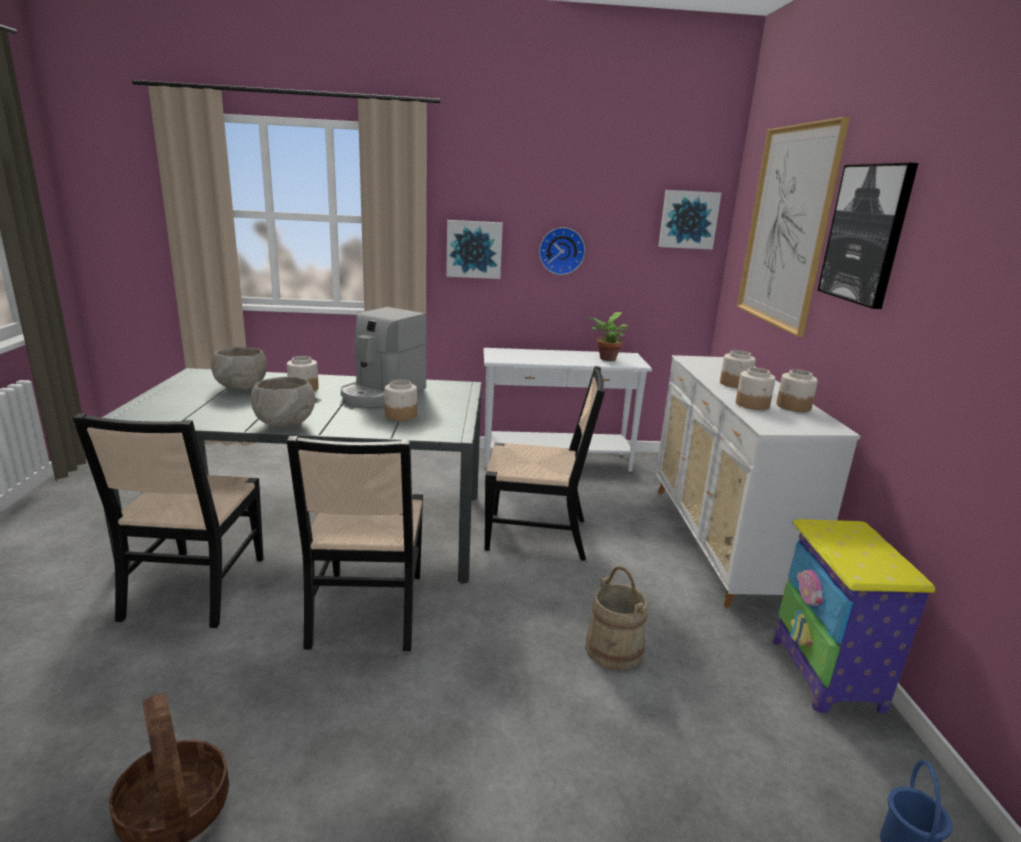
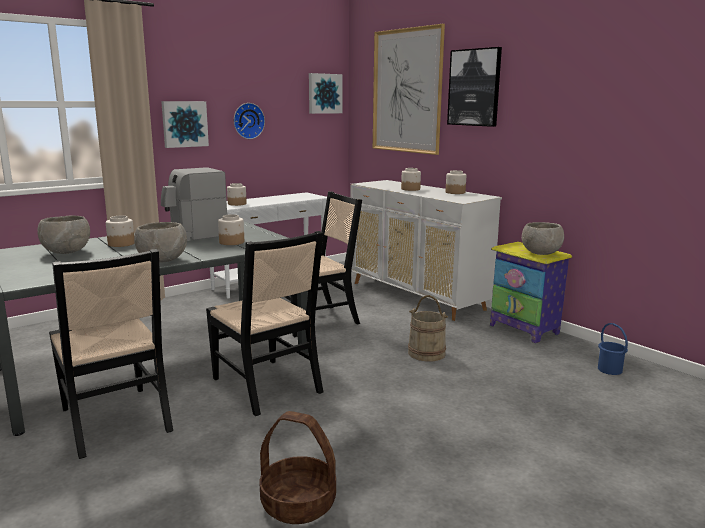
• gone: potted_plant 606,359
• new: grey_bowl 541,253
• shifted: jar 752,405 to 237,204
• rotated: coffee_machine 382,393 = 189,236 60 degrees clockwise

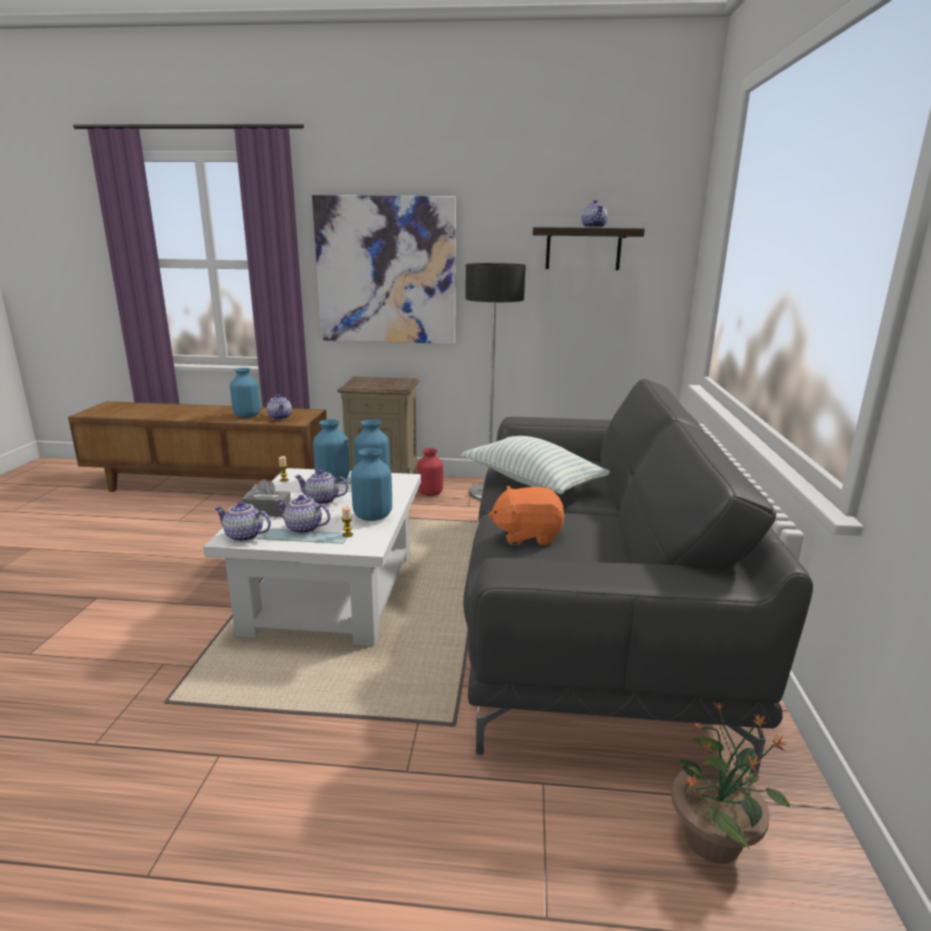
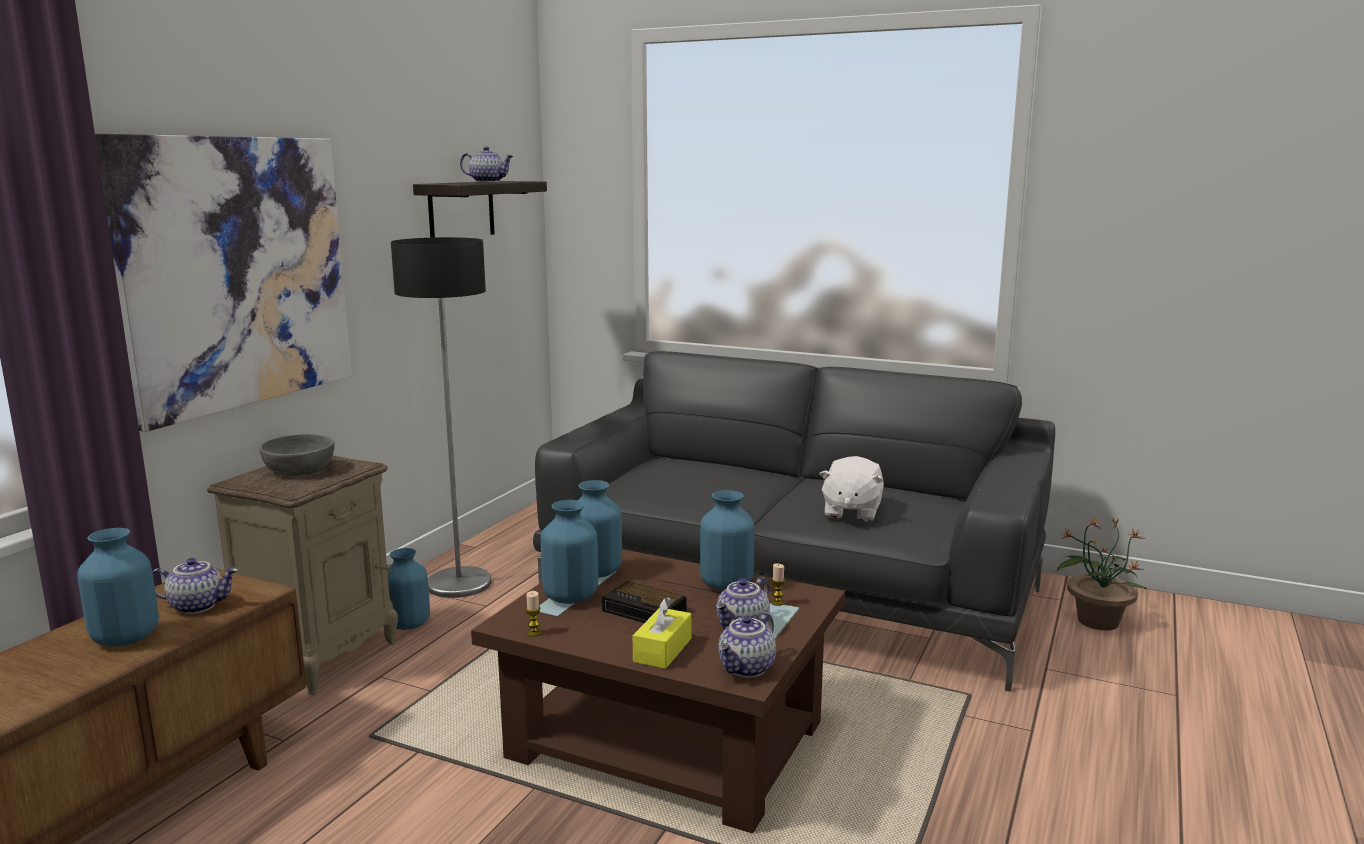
• gone: pillow 532,482
• new: grey_bowl 300,470
• swapped: teapot 321,500 to alarm_clock 646,611
• repainted: white_coffee_table 332,592 to brown_coffee_table 668,741
• repainted: grey_tissue_box 267,511 to yellow_tissue_box 662,650
• repainted: red_vase 430,493 to blue_vase 408,624
• repainted: orange_plush_toy 527,535 to white_plush_toy 851,512

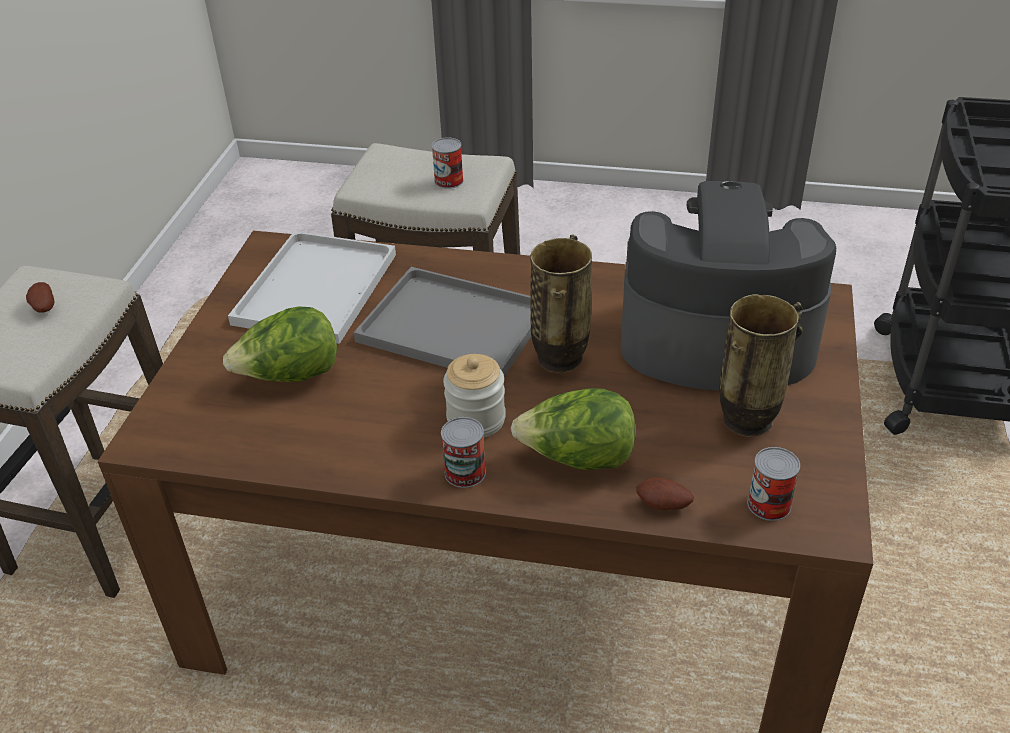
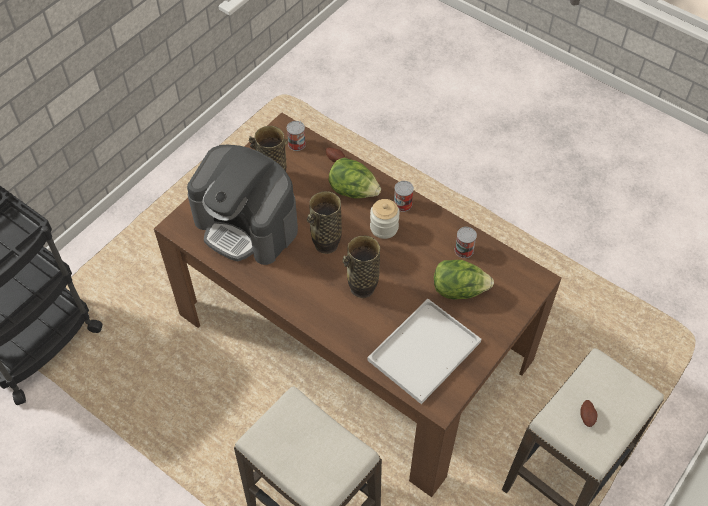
• shifted: can 449,181 to 464,250
• swapped: grey_tray 457,325 to vase 362,288

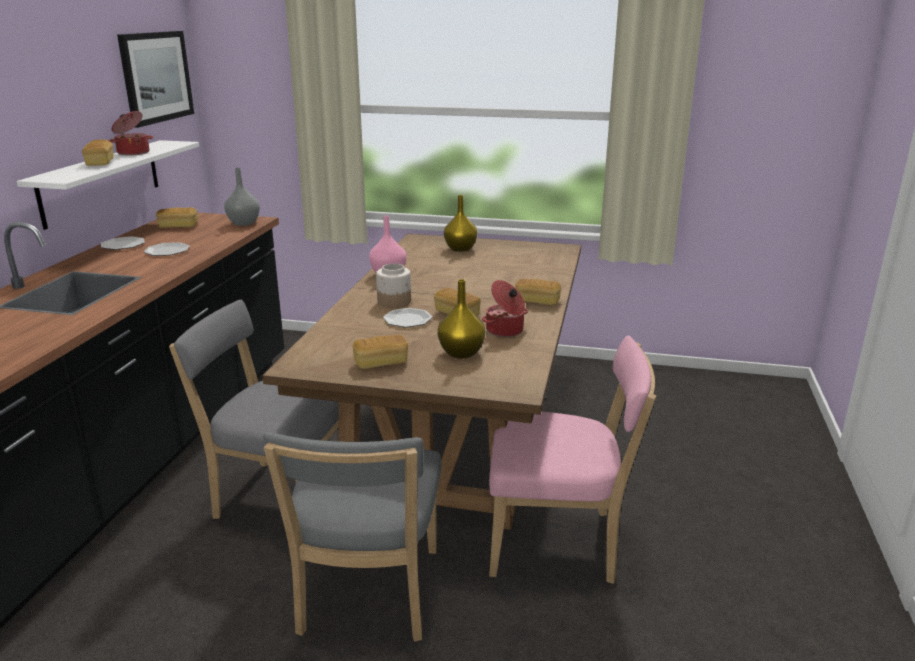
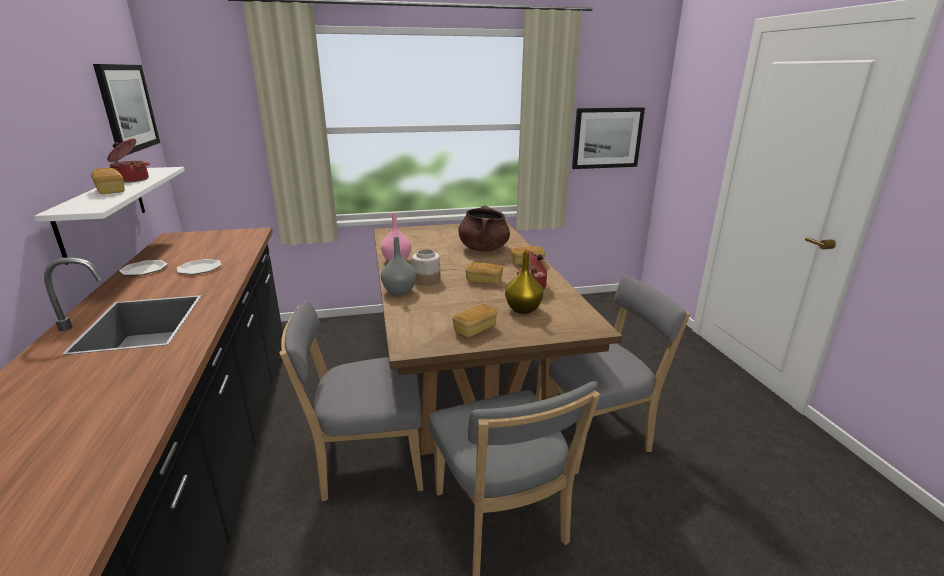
• gone: bread 178,226
• gone: plate 408,320
• gone: yellow_vase 459,249
• new: brown_cooking_pot 483,248
• new: picture 607,138
• shifted: grey_vase 244,223 to 400,291
• repainted: pink_chair 559,544 to grey_chair 596,435

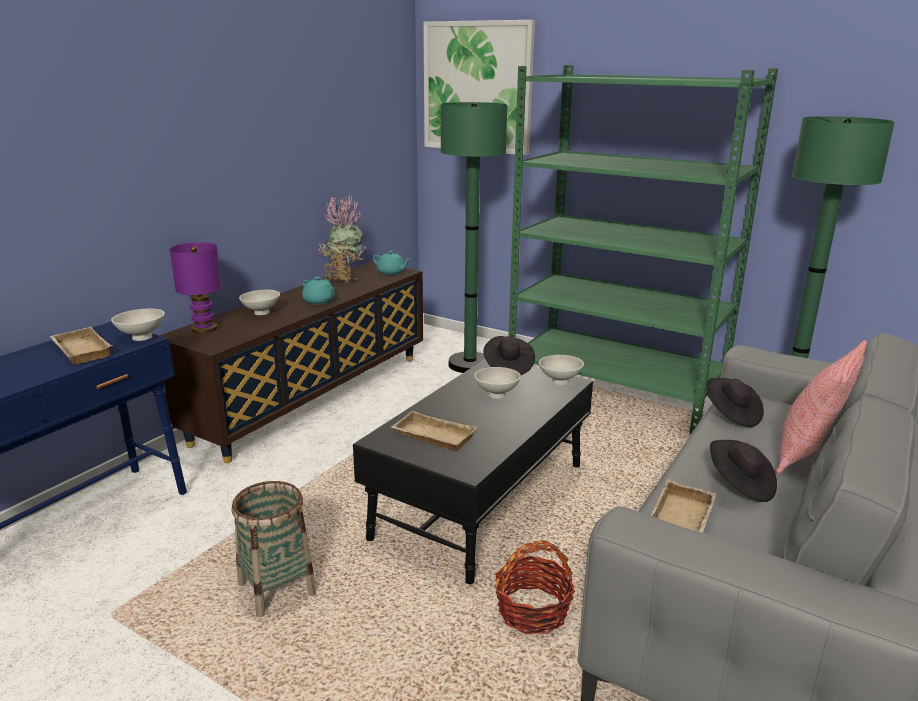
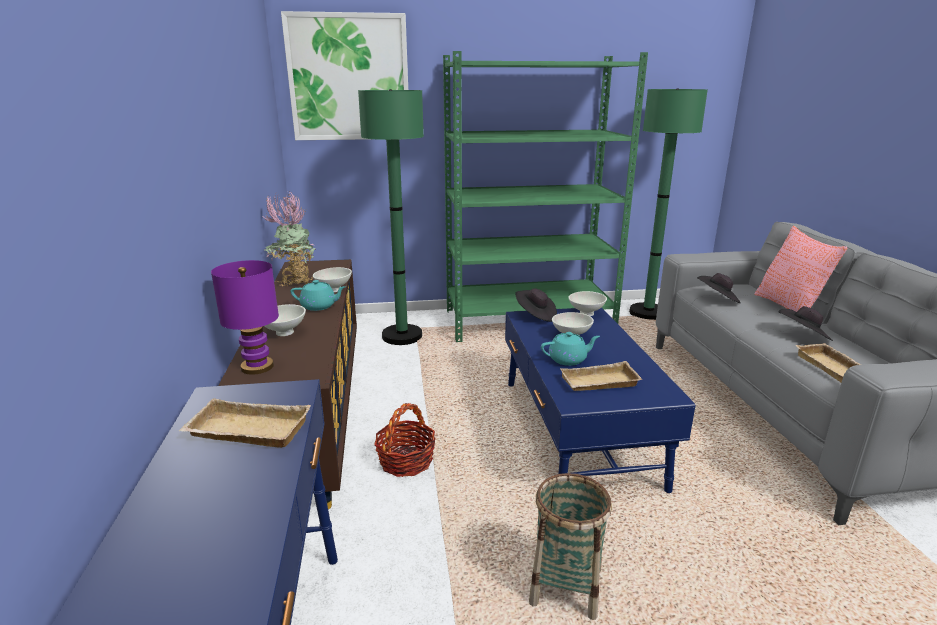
• shifted: white_bowl 140,338 to 333,290
• shifted: turquoise_teapot 391,272 to 568,359
• shifted: basket 532,611 to 406,461
• repainted: black_coffee_table 481,501 to blue_coffee_table 578,432

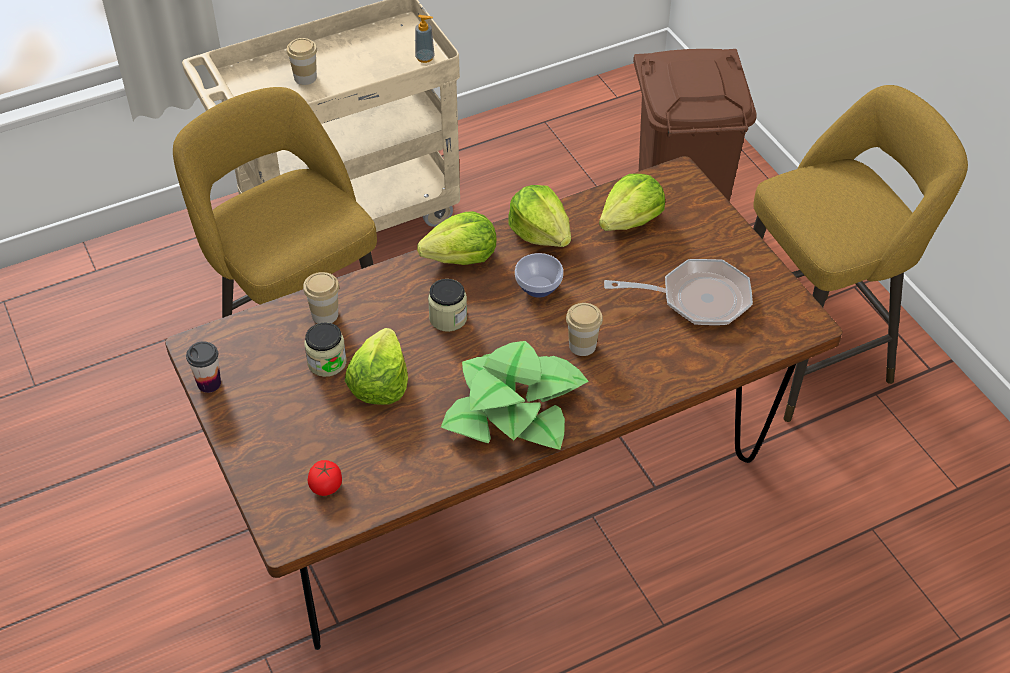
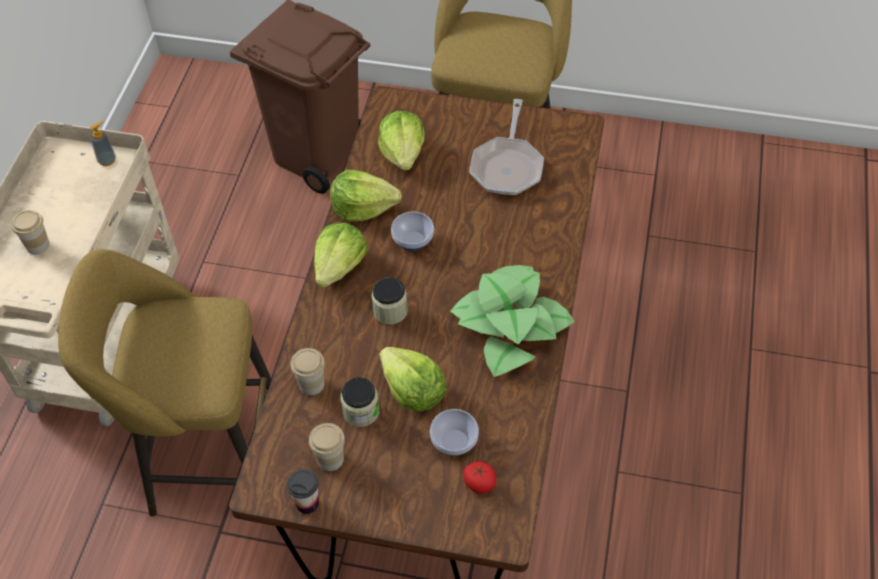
• new: bowl 455,442
• shifted: cup 582,345 to 330,459
• rotated: frying_pan 697,299 = 507,166 150 degrees clockwise

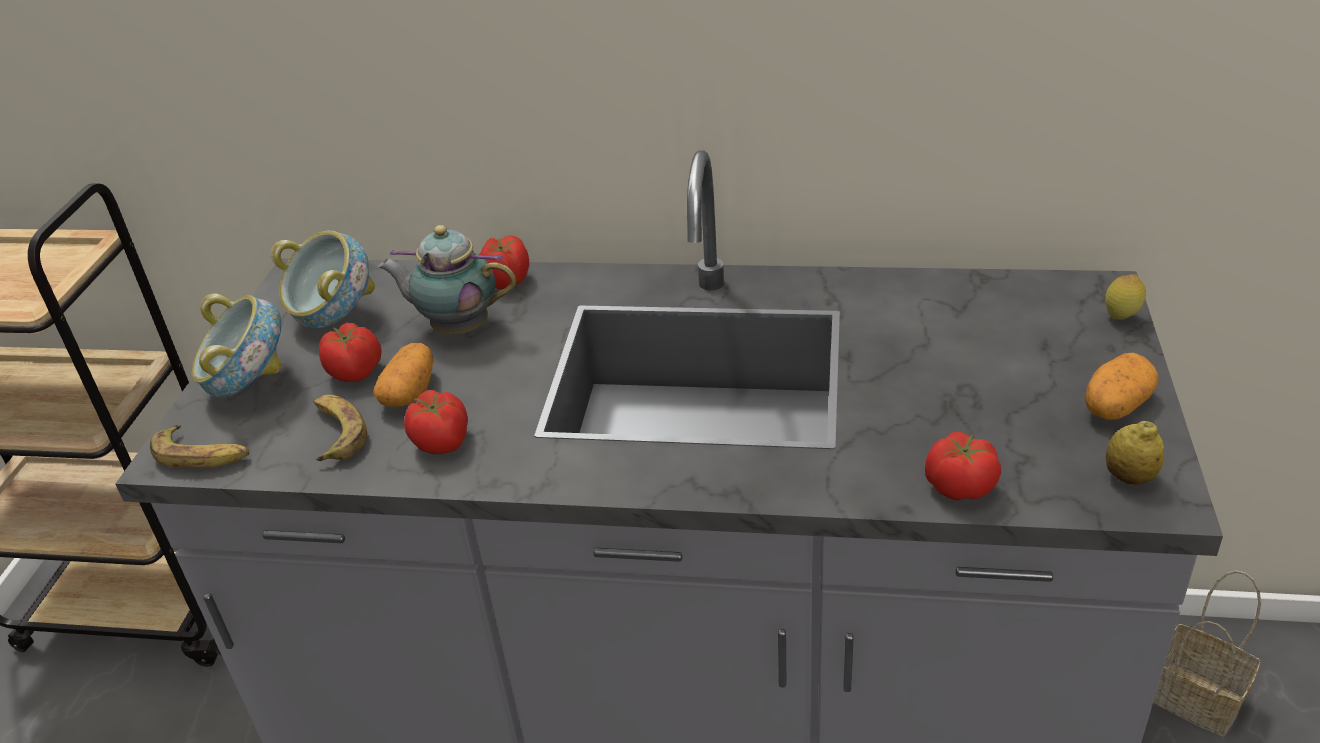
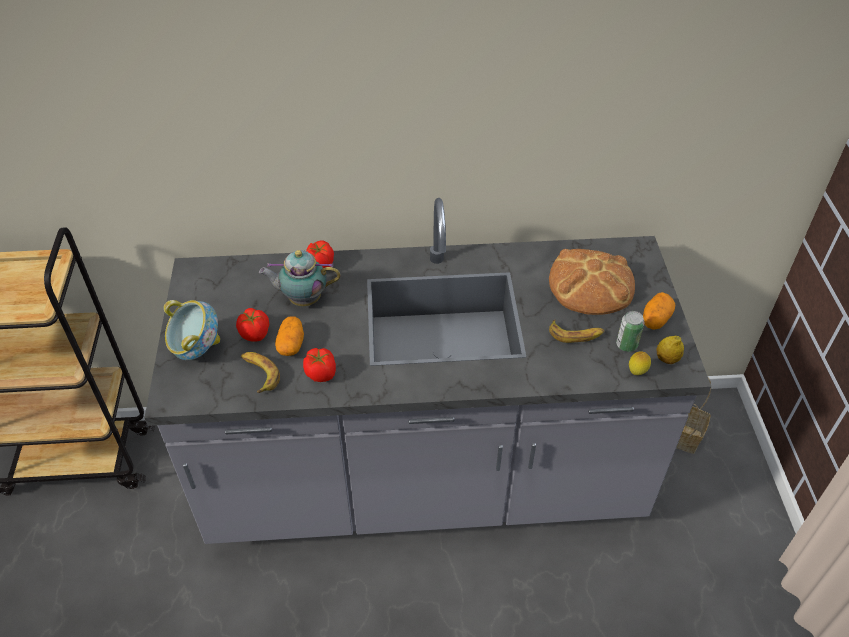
• gone: bowl 334,319
• gone: tomato 960,488
• new: bread 590,284
• new: can 626,345
• shifted: banana 202,455 to 576,334
• shifted: lemon 1120,318 to 637,372

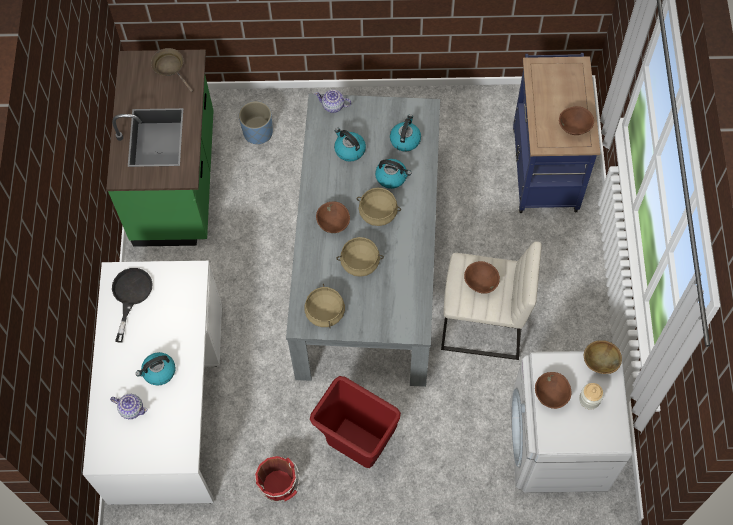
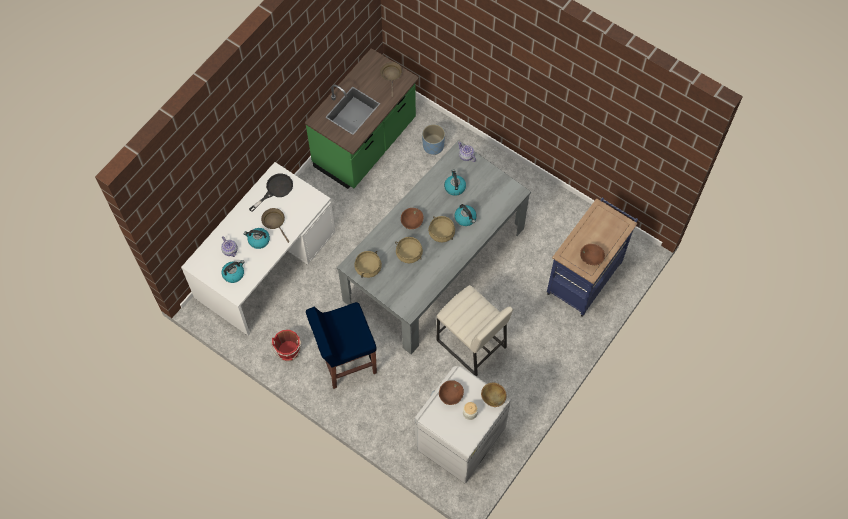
• gone: brown_bowl 480,283
• new: brown_frying_pan 275,222
• shifted: kettle 405,139 to 233,273
• swapped: red_trash_can 356,447 to blue_stool 346,360

